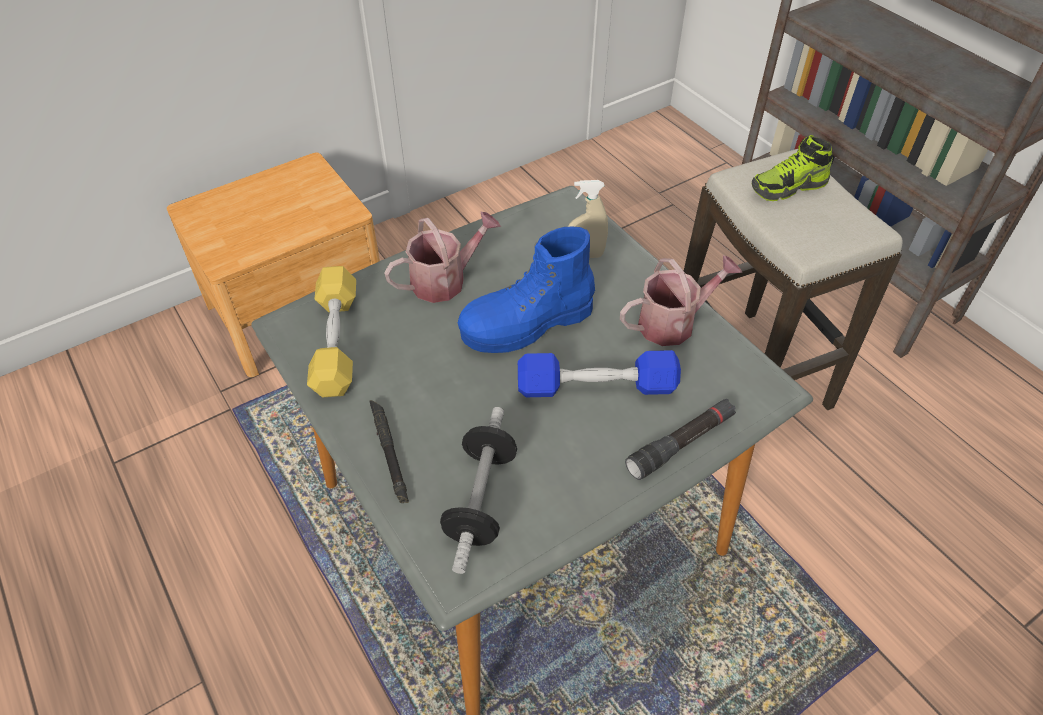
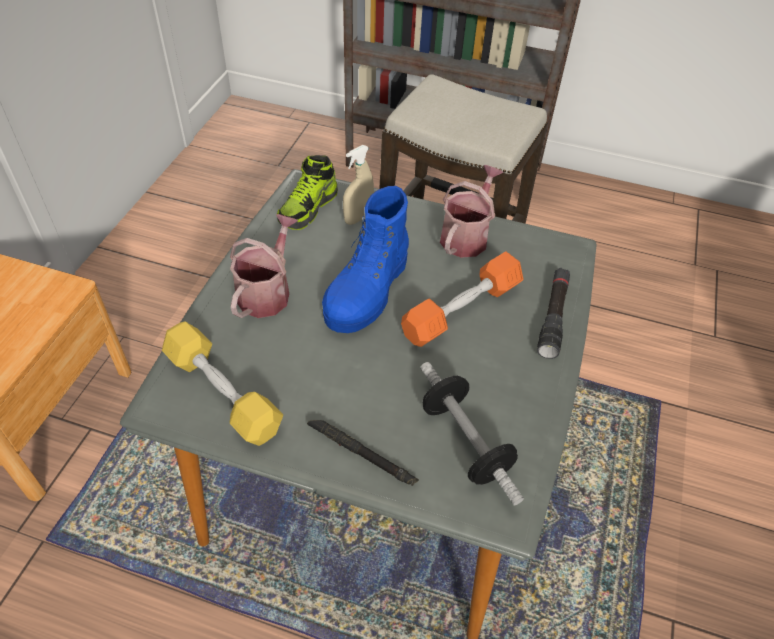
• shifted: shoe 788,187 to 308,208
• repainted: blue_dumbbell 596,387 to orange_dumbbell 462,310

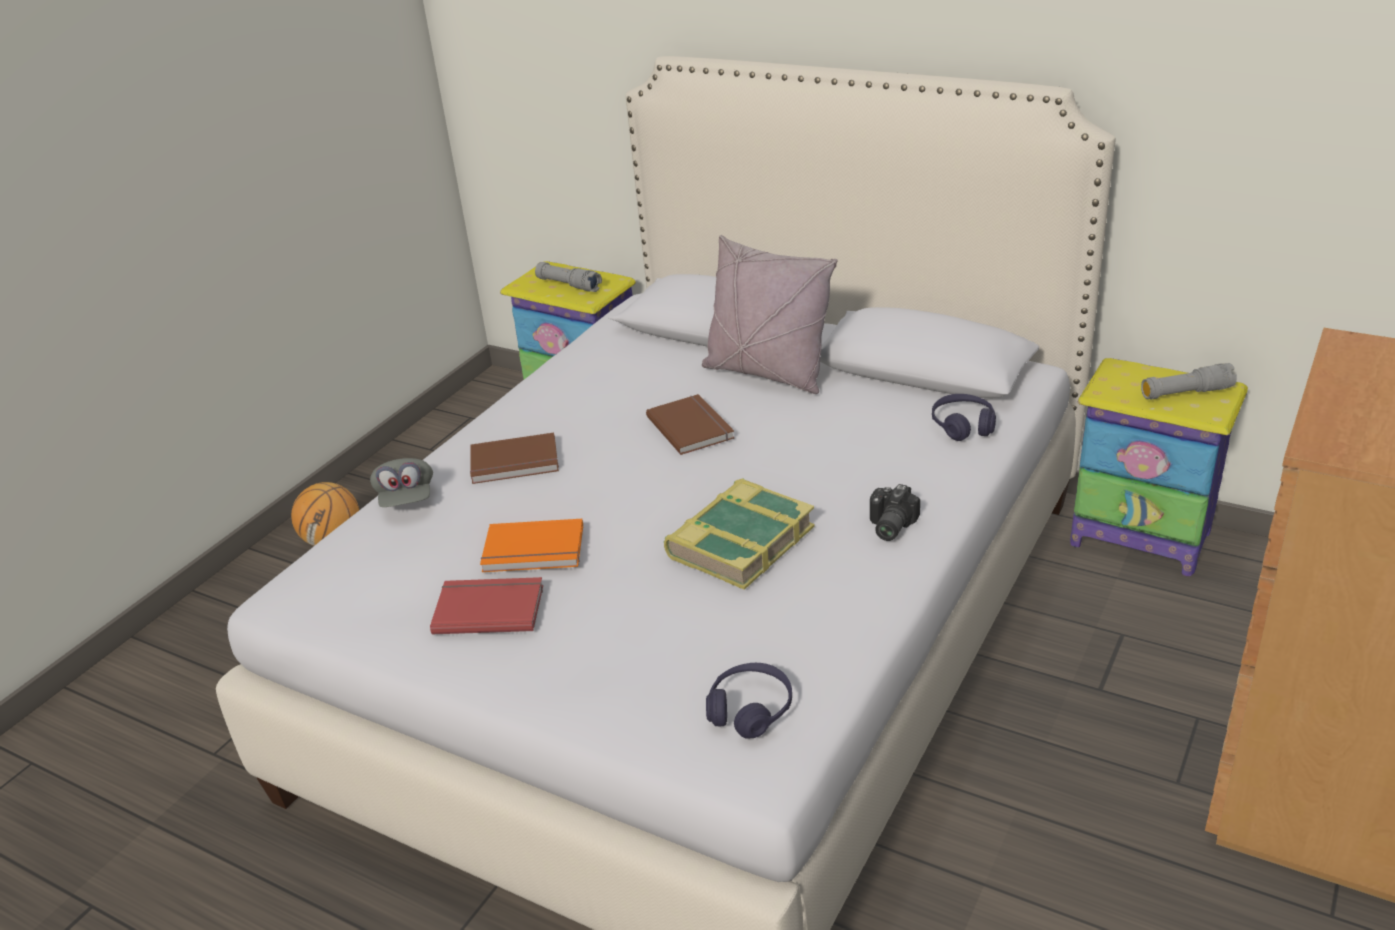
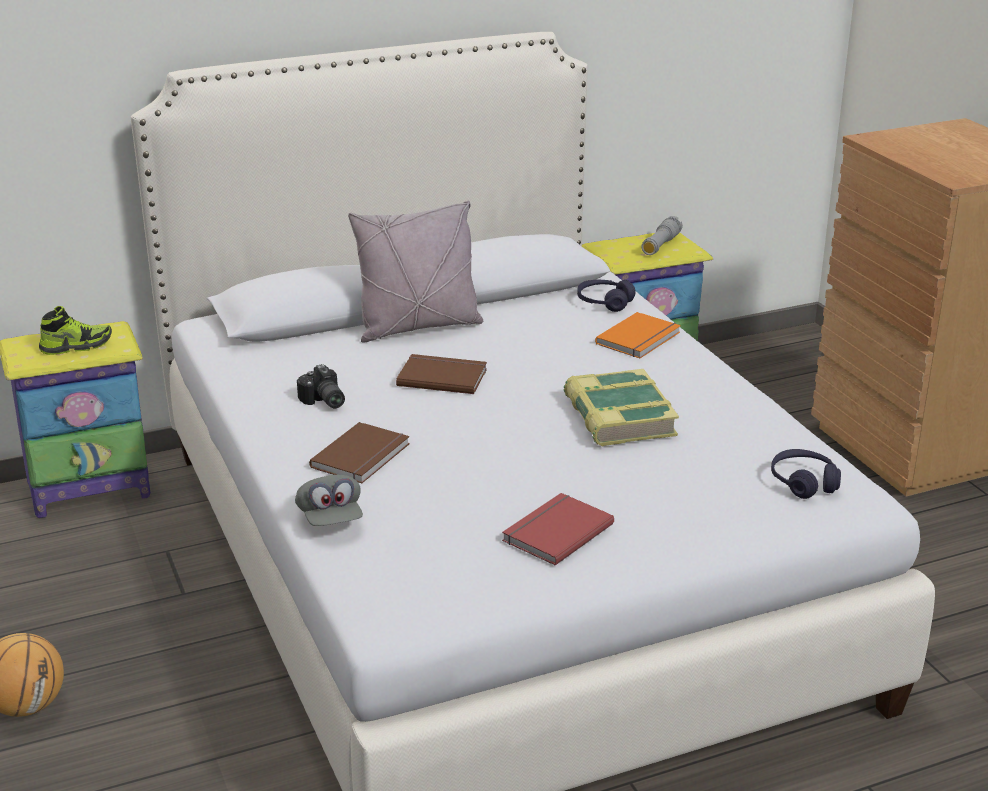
• shifted: orange_book 533,551 to 640,339
• shifted: photo_camera 888,526 to 323,401
• swapped: grey_flashlight 568,285 to shoe 76,346
• rotated: grey_cap 406,498 = 330,518 45 degrees clockwise

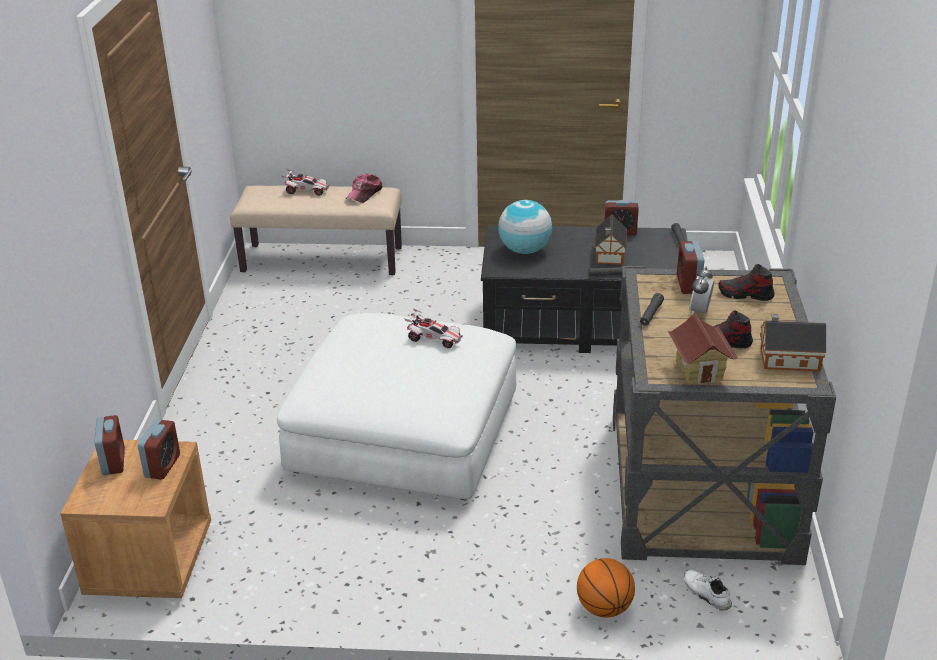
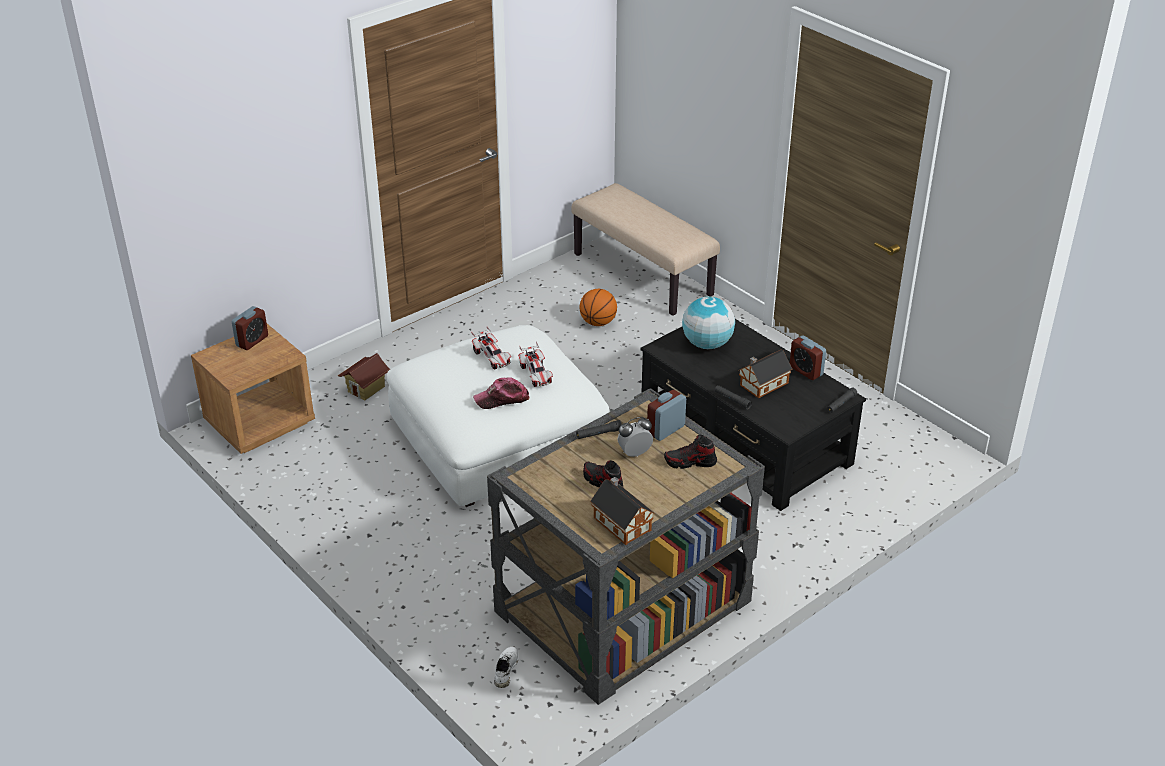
• gone: alarm_clock 162,466
• shifted: toy_car 306,191 to 492,358
• shifted: cap 364,193 to 502,399
• shifted: basketball 604,608 to 598,322
• shifted: toy_house 699,370 to 366,389
• rotated: shoe 745,295 = 690,462 60 degrees counterclockwise

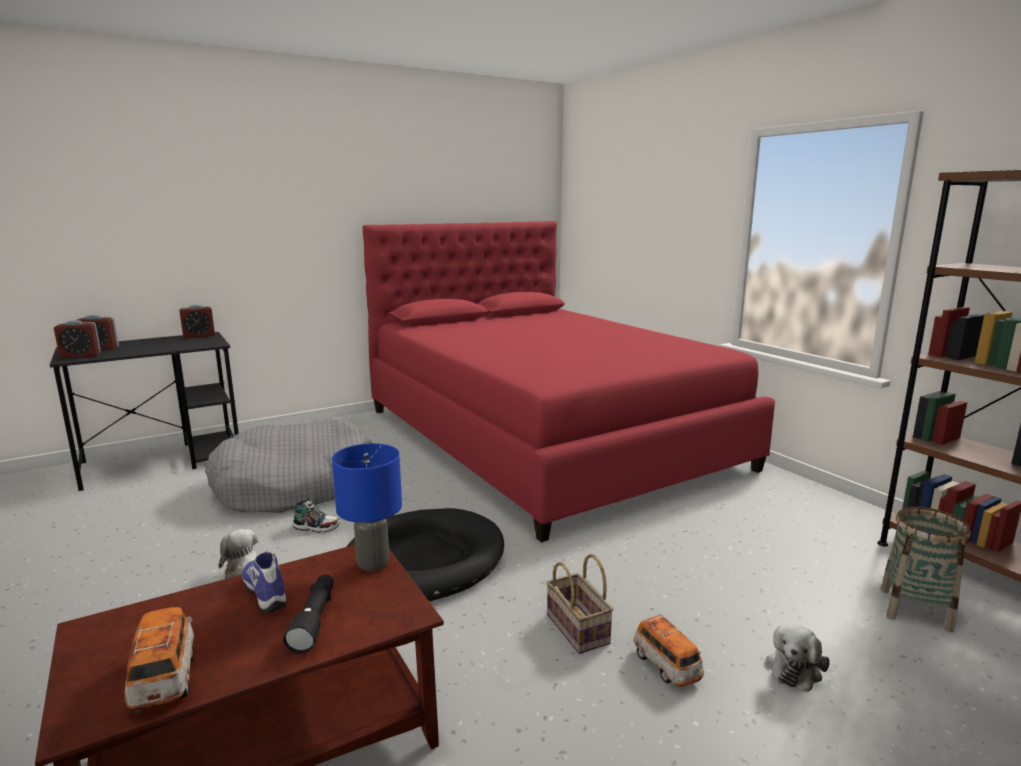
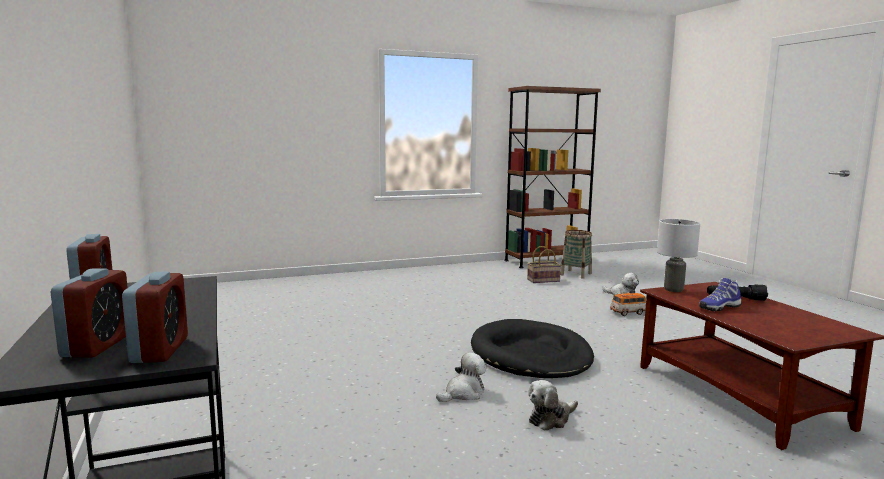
• gone: toy_car 165,679
• gone: grey_dog_bed 295,485
• gone: red_bed 545,437
• shifted: basket 579,629 to 543,280
• swapped: shoe 317,527 to plush_toy 463,393
• repainted: blue_table_lamp 371,564 to white_table_lamp 673,290

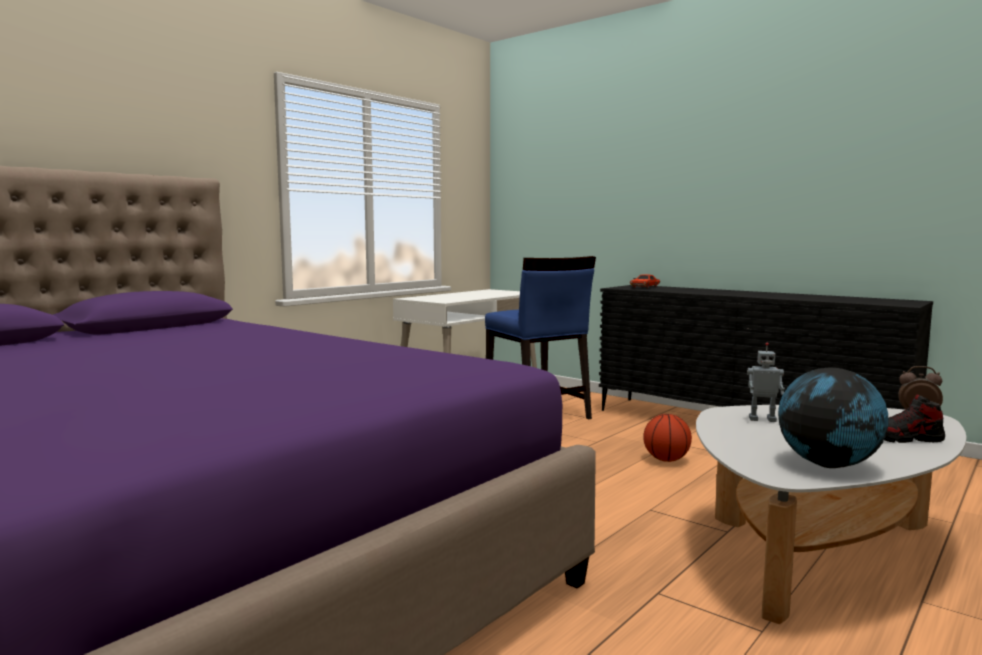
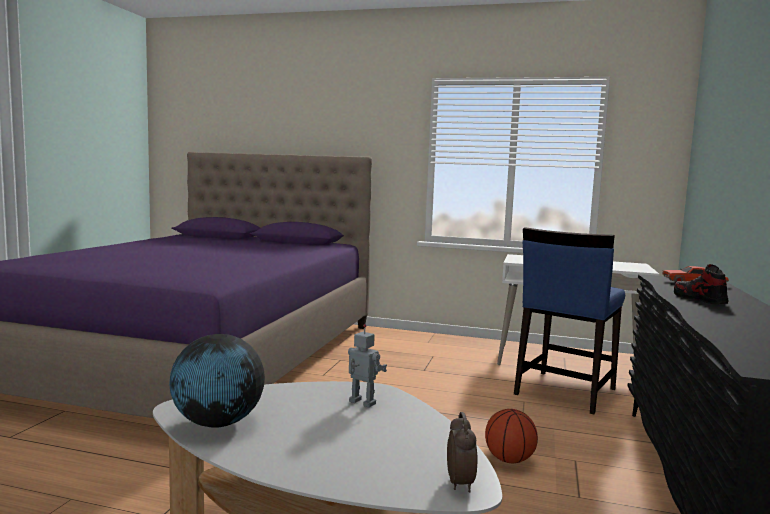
• shifted: shoe 906,439 to 699,299
• rotated: toy_robot 762,419 = 361,403 135 degrees clockwise

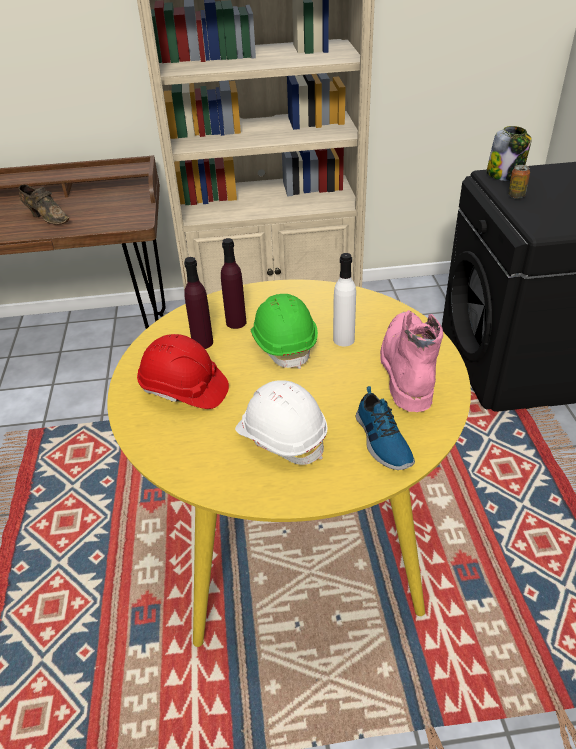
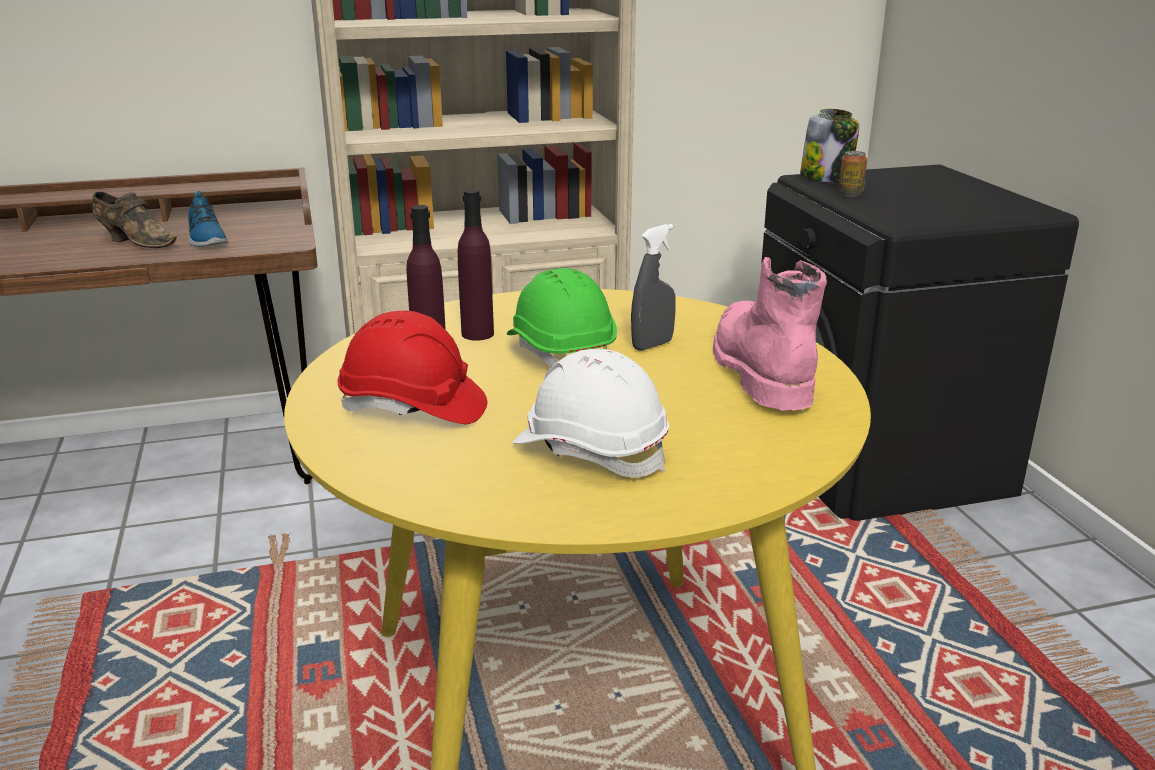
• shifted: shoe 381,441 to 205,238
• swapped: white_bottle 343,339 to grey_spray_bottle 652,345

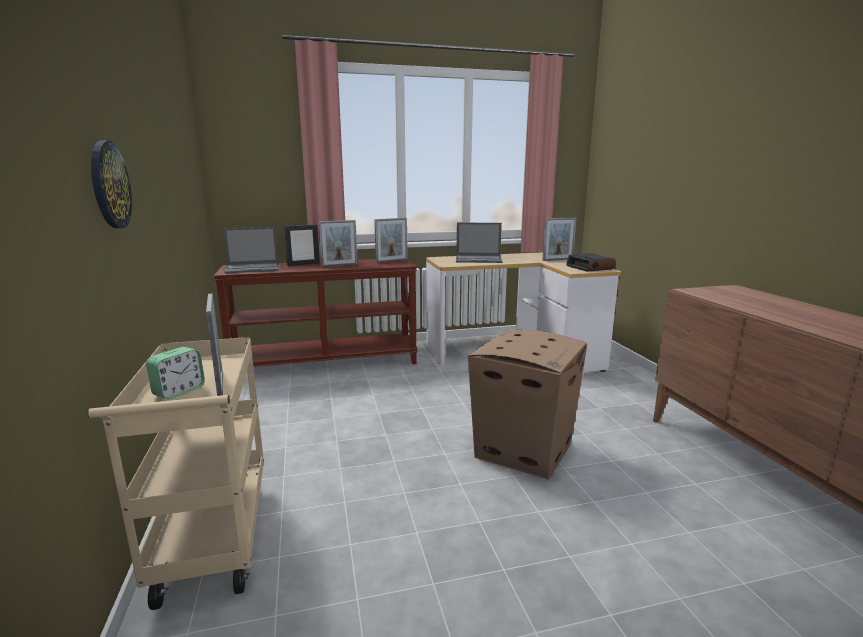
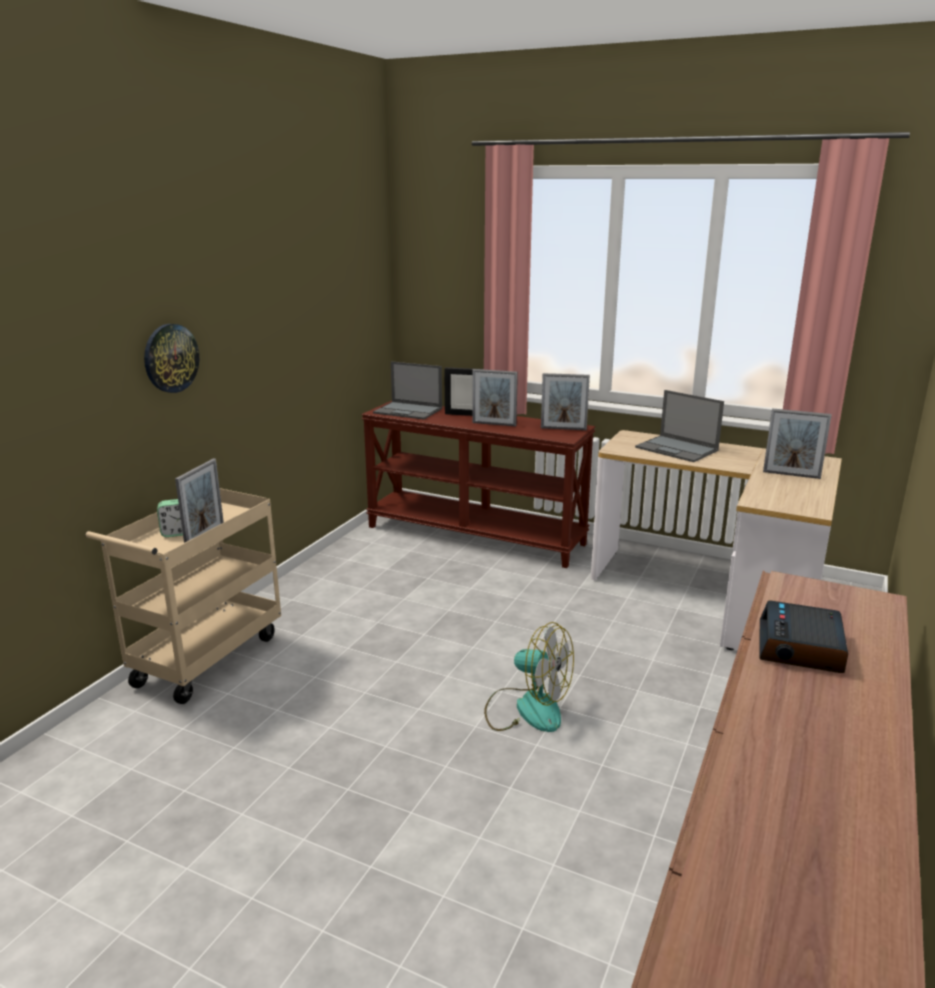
• shifted: alarm_clock 590,267 to 801,647
• swapped: cardboard_box 524,450 to fan 527,708

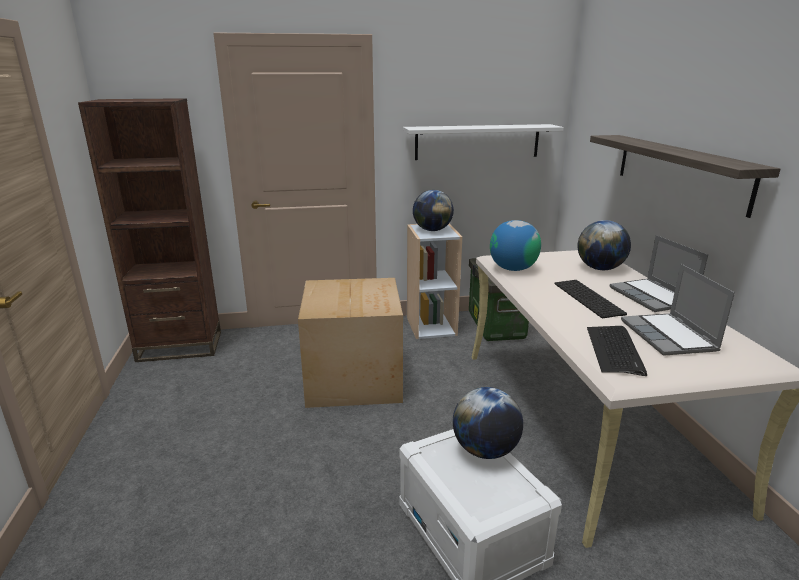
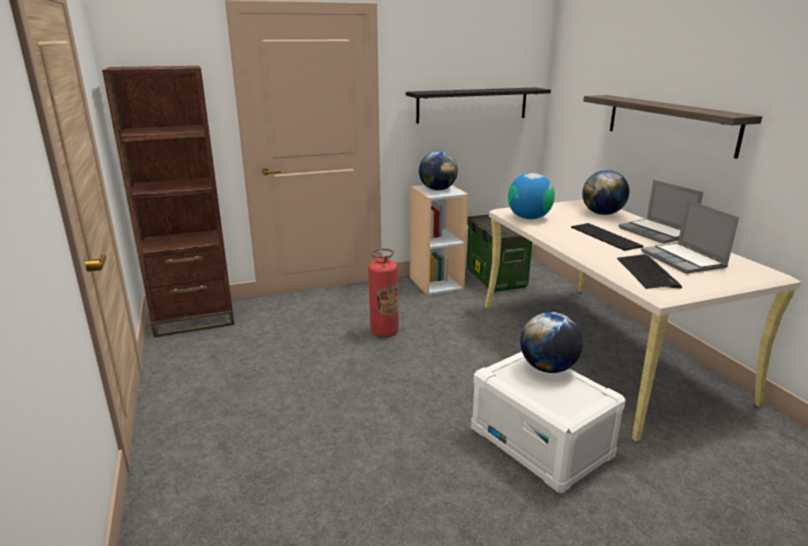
• swapped: cardboard_box 355,378 to fire_extinguisher 384,332
• repainted: white_shelf 477,142 to black_shelf 472,105

